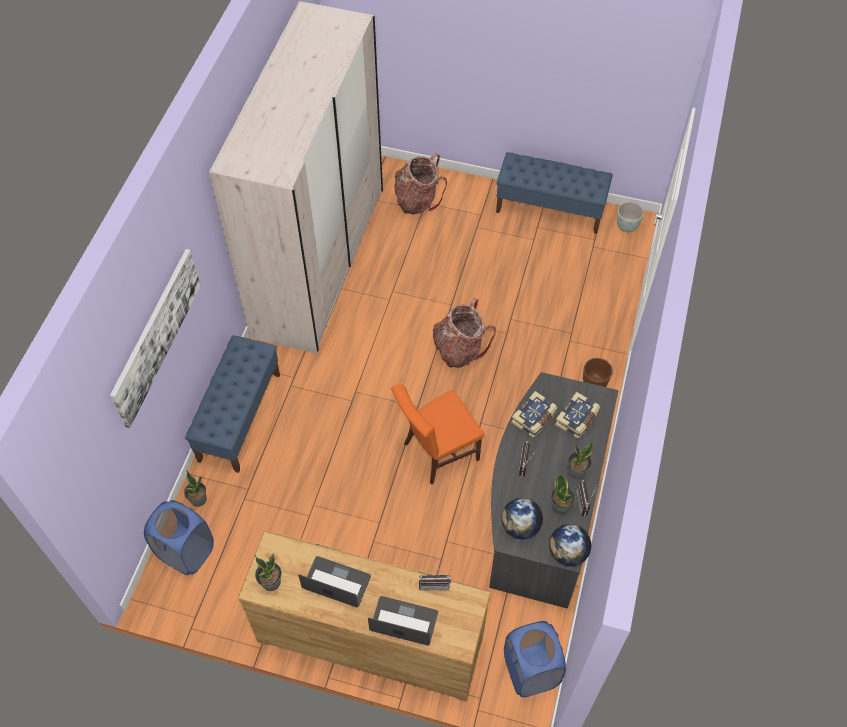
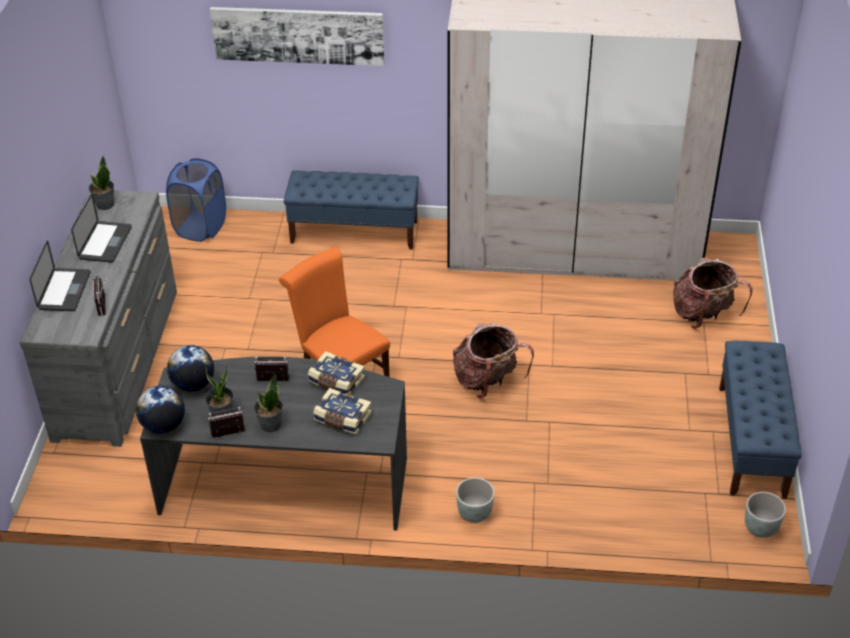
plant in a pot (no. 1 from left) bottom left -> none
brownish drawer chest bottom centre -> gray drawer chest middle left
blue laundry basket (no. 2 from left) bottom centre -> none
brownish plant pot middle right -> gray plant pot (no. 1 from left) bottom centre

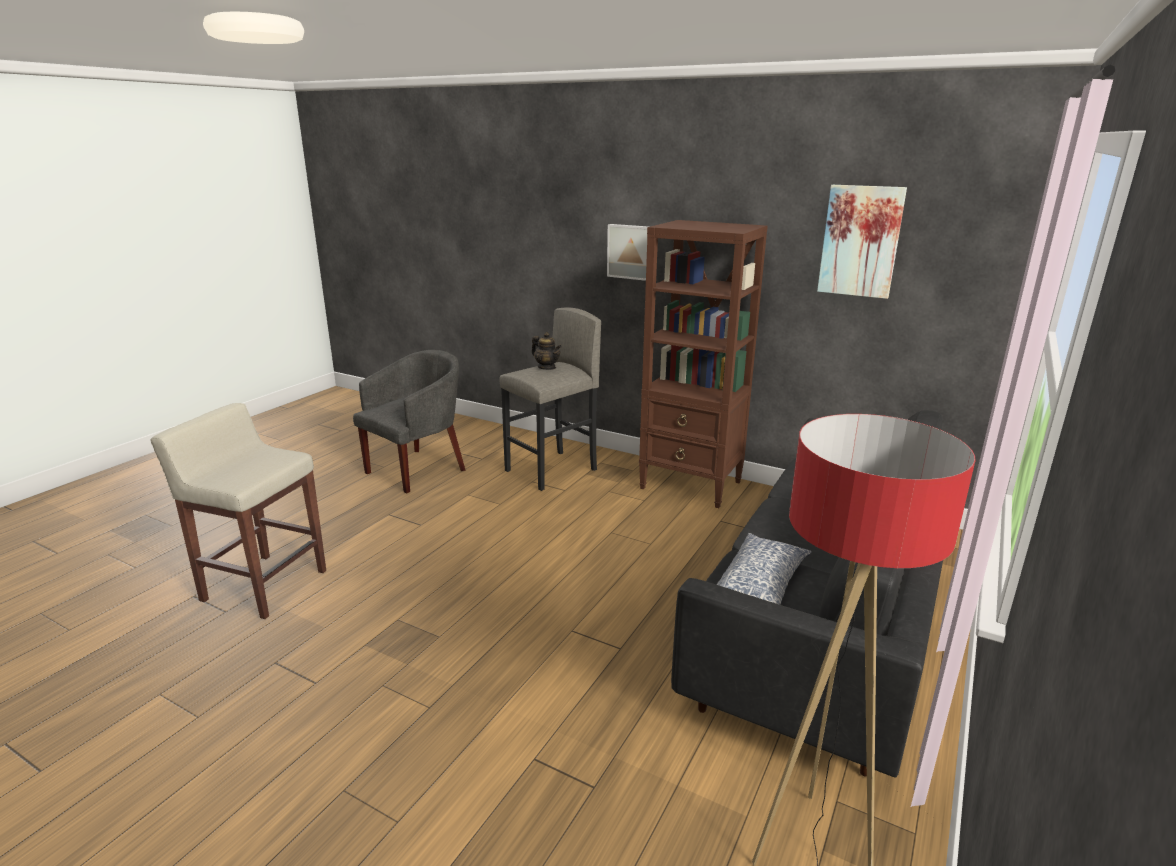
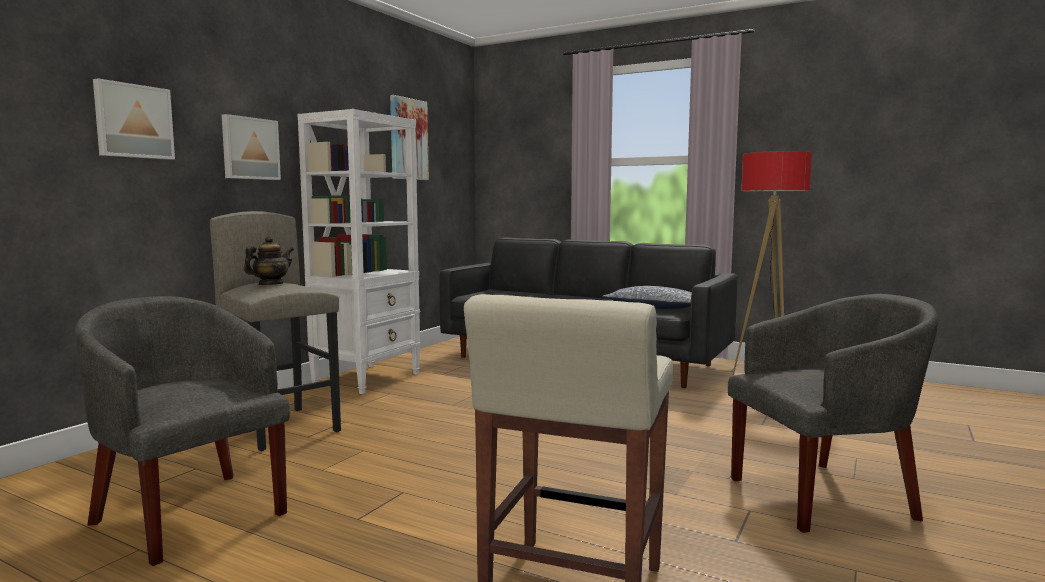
brownish bookshelf centre -> whitish bookshelf centre
none -> wall picture (no. 1 from left) top left
none -> gray easy chair (no. 2 from left) bottom right

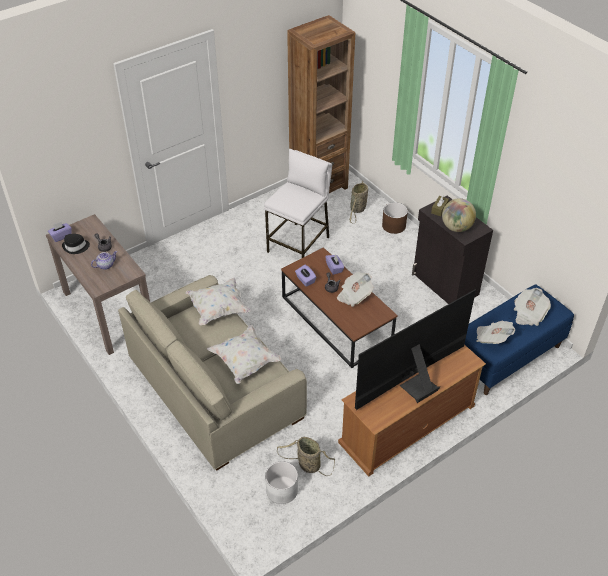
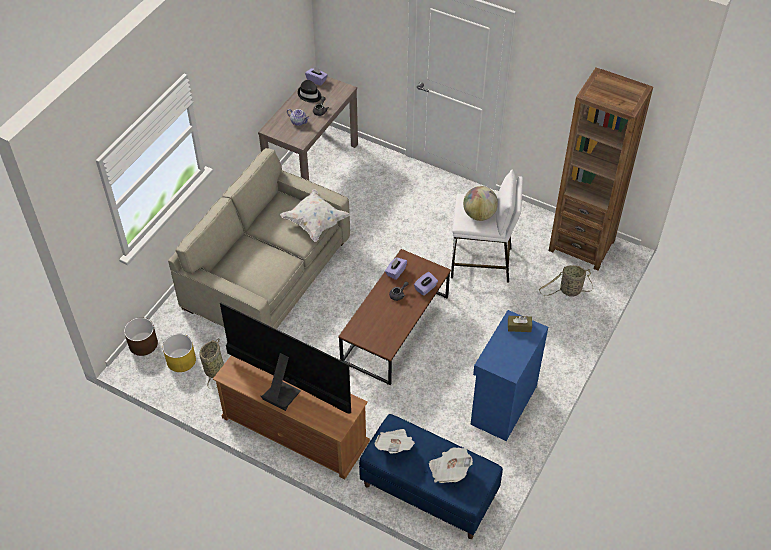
whitish throw pillow (no. 2 from left) centre -> none
whitish plant pot bottom centre -> yellow-coloured plant pot middle left
daily paper (no. 1 from left) centre -> none
brownish plant pot centre -> brownish plant pot middle left, relocated
black storage cabinet middle right -> blue storage cabinet bottom centre
desk globe middle right -> desk globe centre, relocated

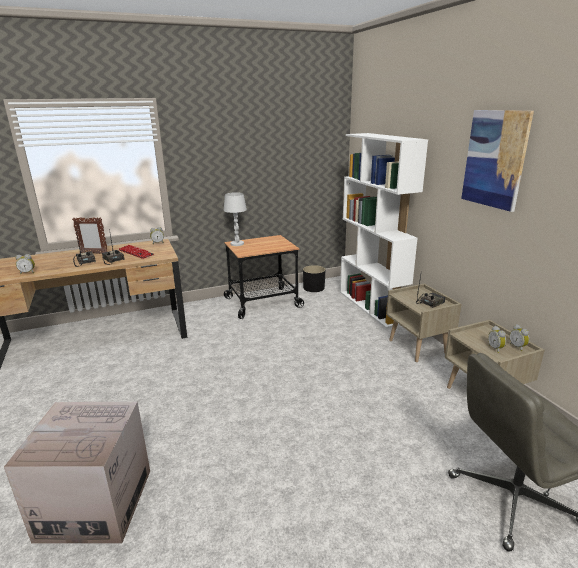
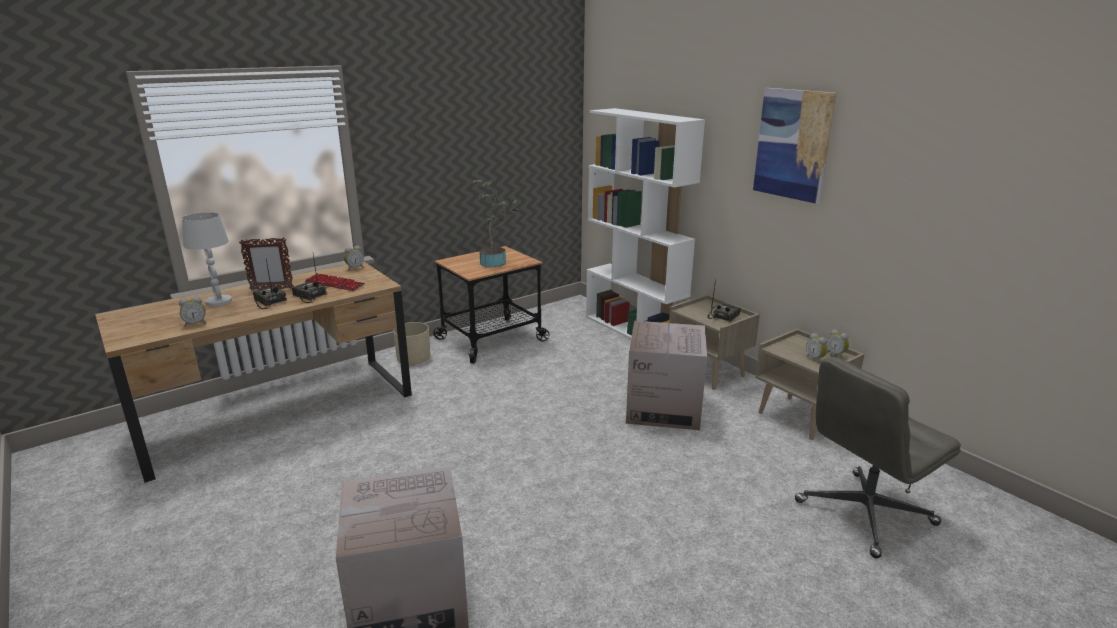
whitish table lamp centre -> whitish table lamp middle left, relocated
black plant pot centre -> none
none -> beige plant pot centre
none -> plant in a pot centre
none -> packing box (no. 2 from left) centre

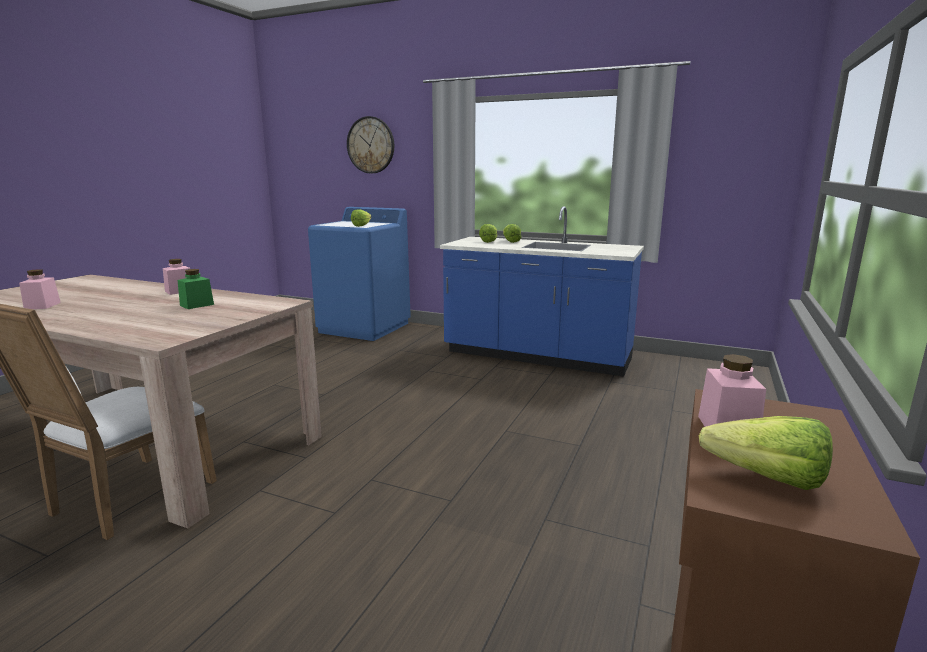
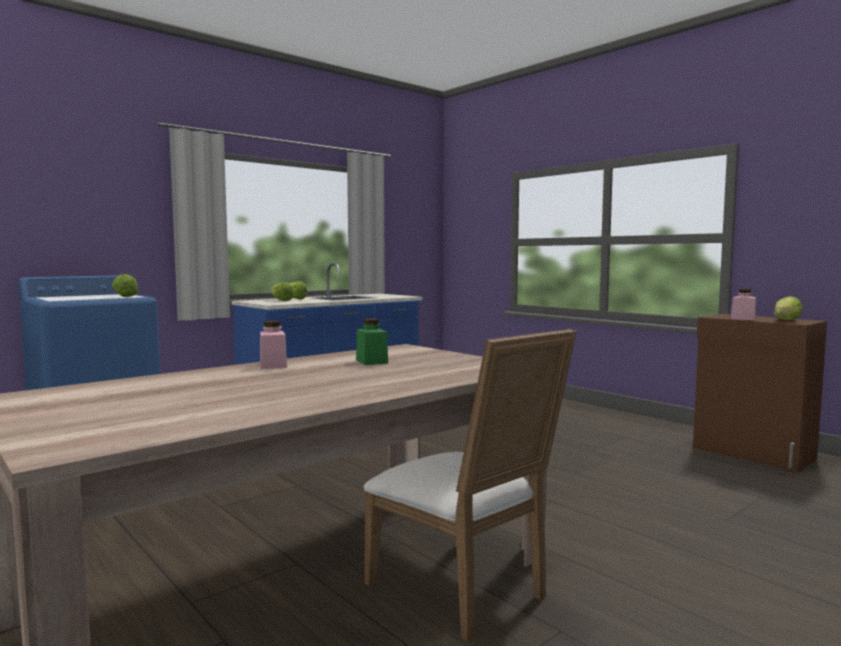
pink-coloured jar (no. 1 from left) middle left -> none
wall clock top centre -> none

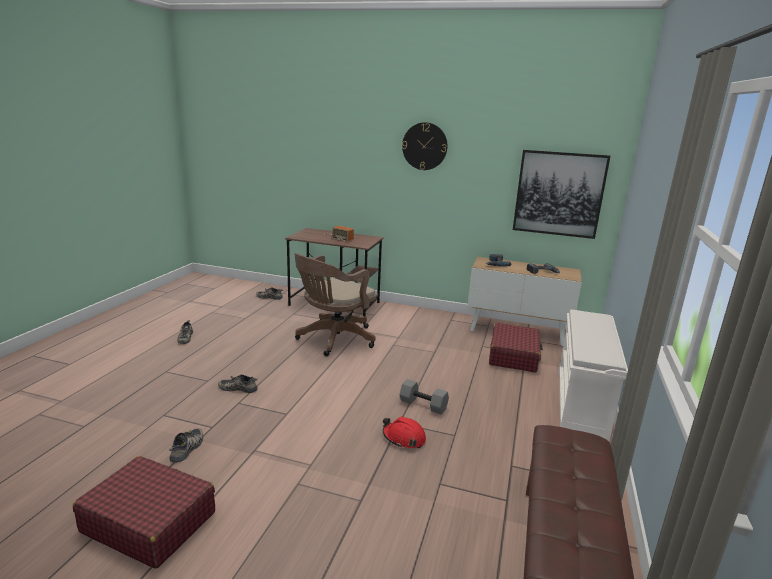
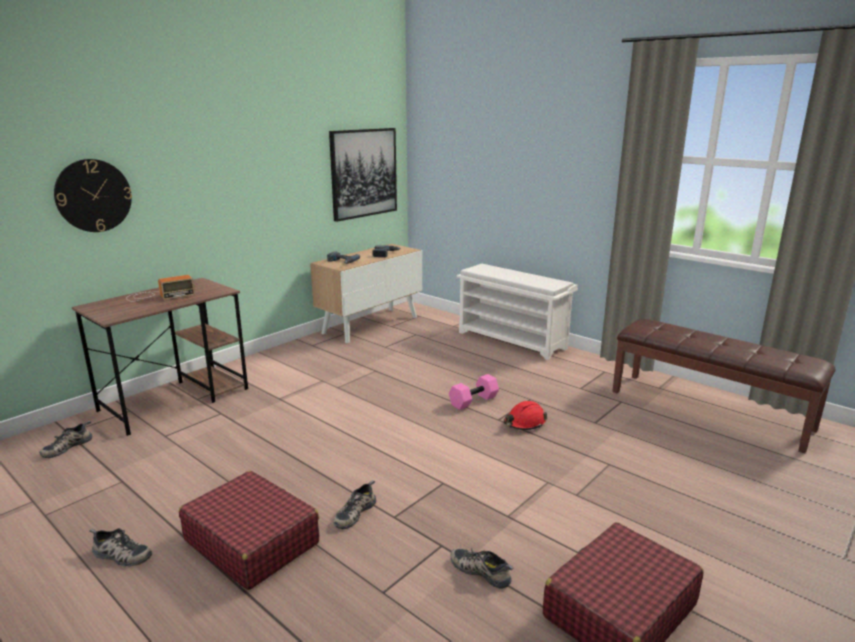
brownish desk chair centre -> none
gray hand weight bottom centre -> pink-coloured hand weight centre
wall clock top centre -> wall clock top left, relocated
red suitcase (no. 2 from left in the first image) middle right -> red suitcase (no. 1 from left) bottom left, relocated

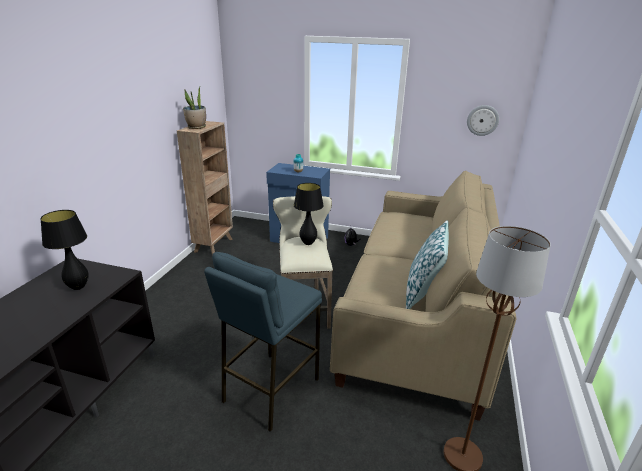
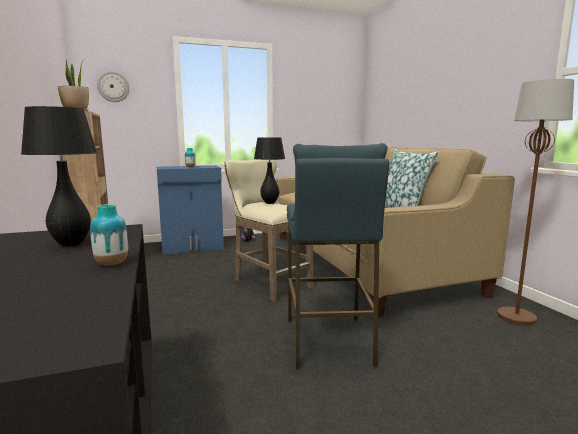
wall clock top right -> wall clock top left, relocated
none -> flower vase (no. 1 from left) middle left

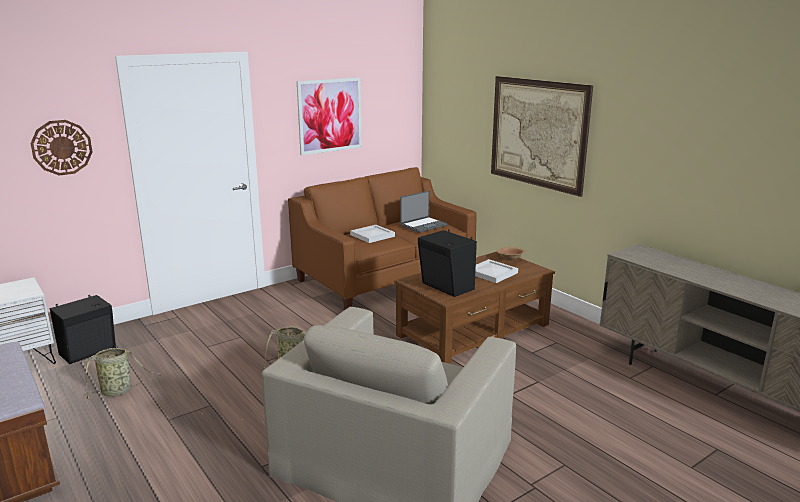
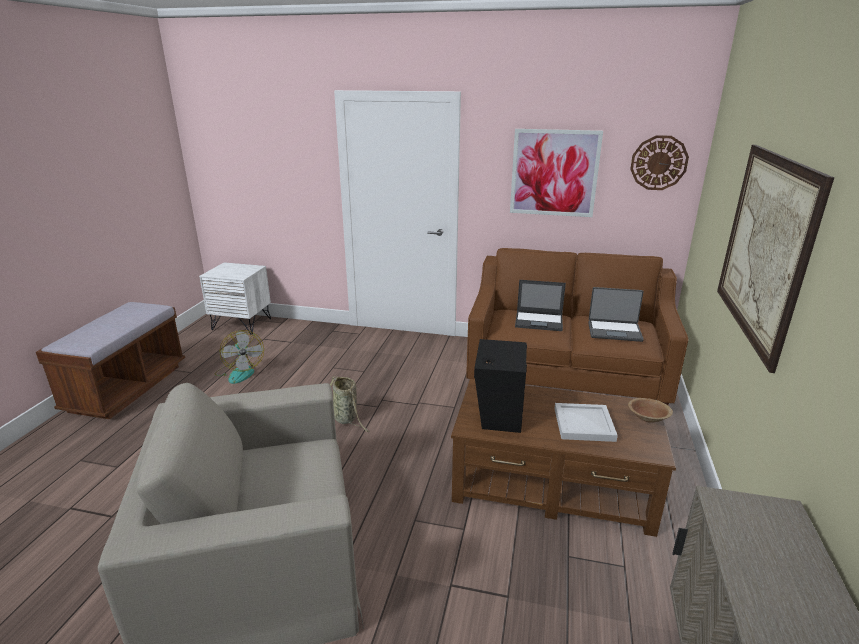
wall clock top left -> wall clock top right, relocated
black speaker (no. 1 from left) middle left -> none
household basket (no. 1 from left) bottom left -> electric fan middle left
whitish carrying tray (no. 1 from left) centre -> notebook computer (no. 1 from left) centre

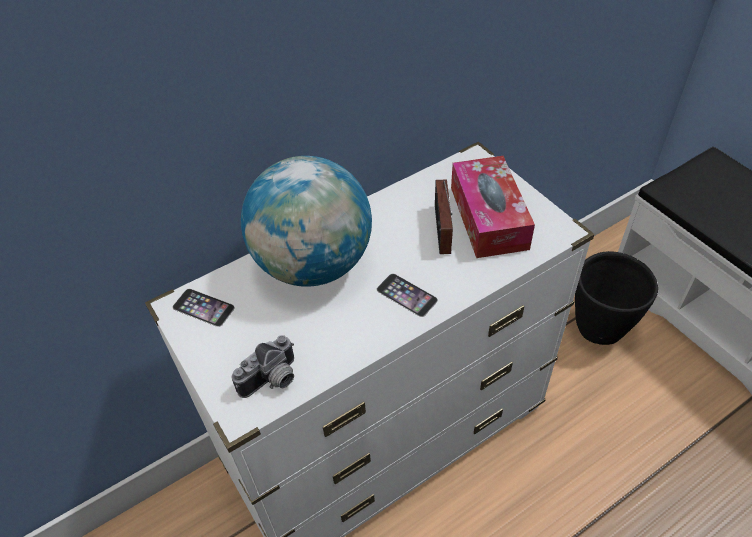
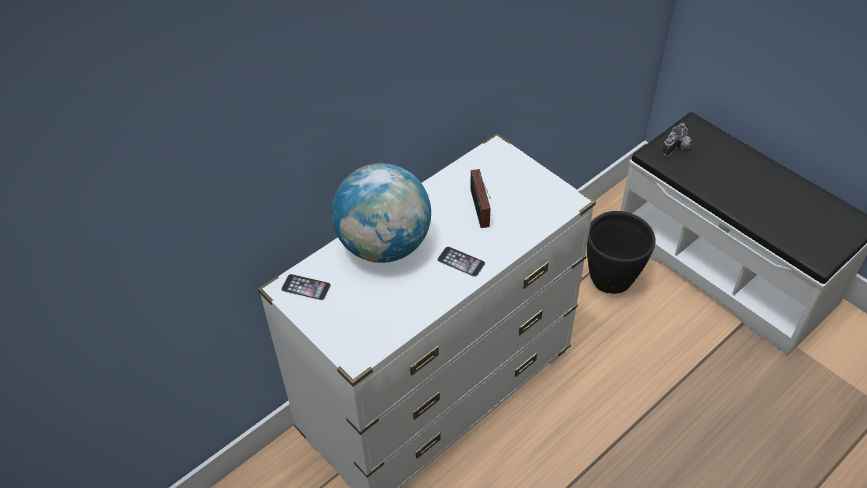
still camera bottom centre -> still camera top right, relocated
box of tissues centre -> none

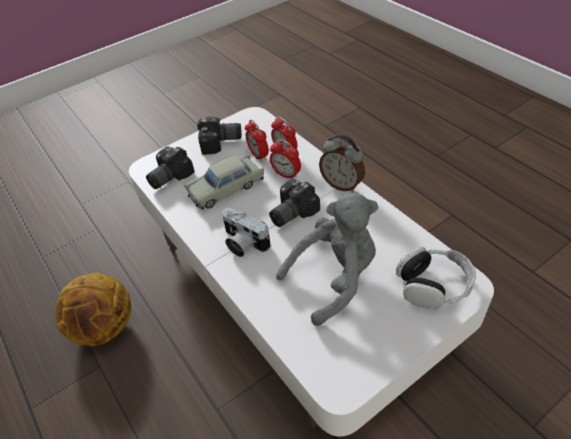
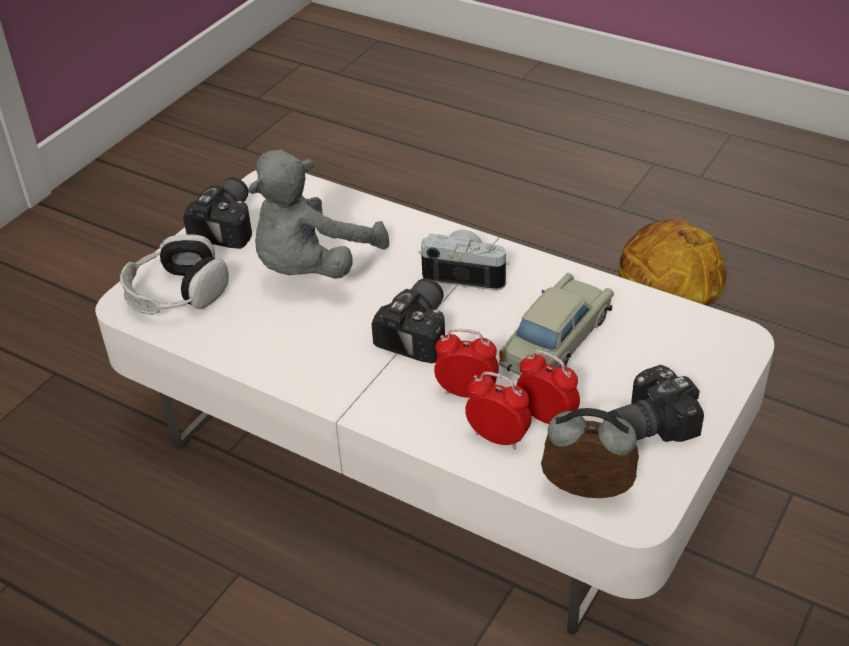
still camera (no. 1 from left) middle left -> still camera (no. 1 from left) top left, relocated
table clock (no. 4 from left) centre -> table clock (no. 4 from left) bottom right, relocated

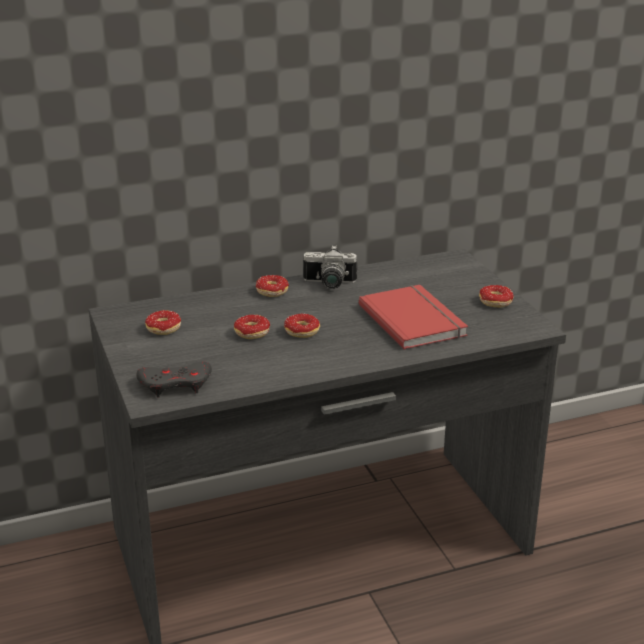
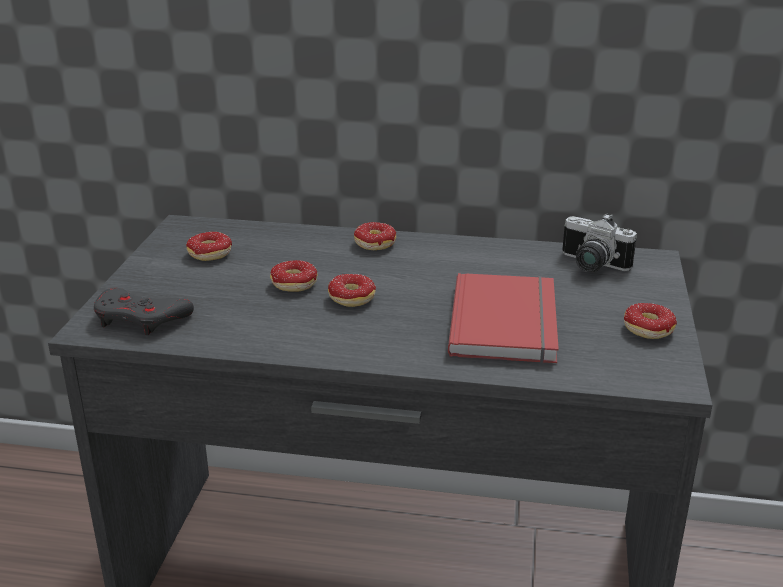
still camera centre -> still camera middle right, relocated

